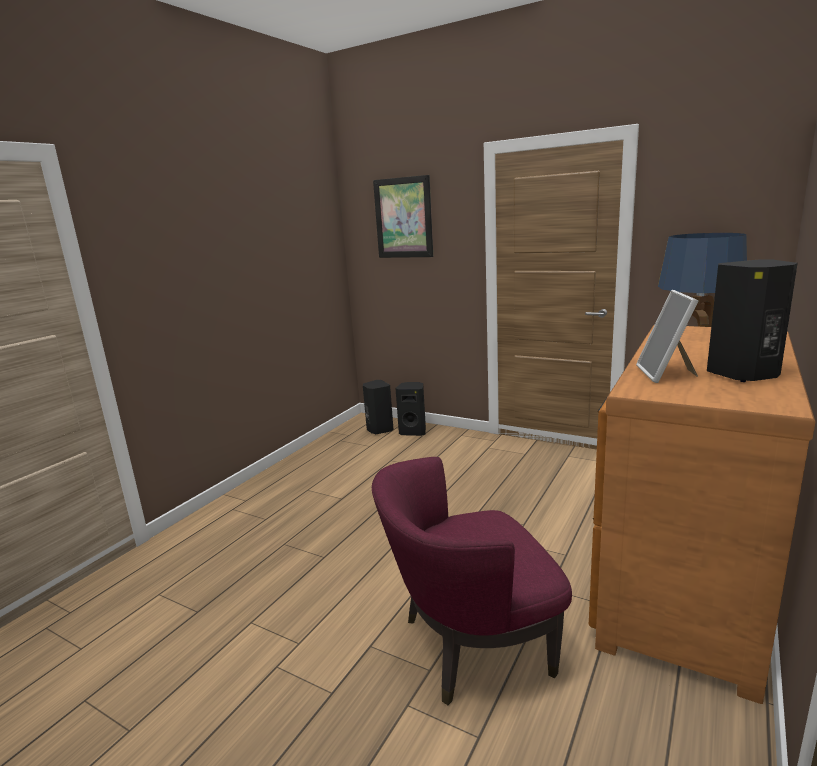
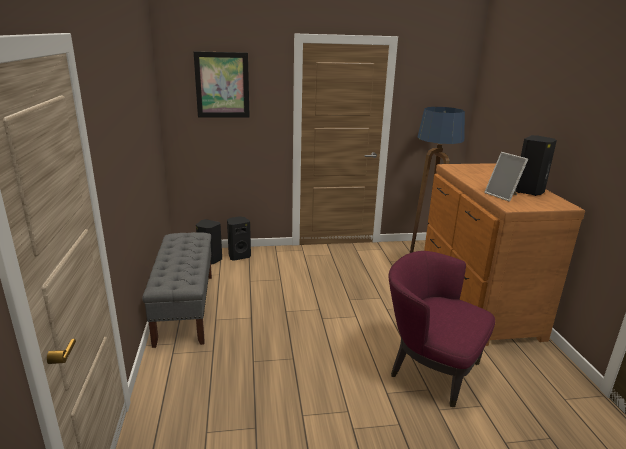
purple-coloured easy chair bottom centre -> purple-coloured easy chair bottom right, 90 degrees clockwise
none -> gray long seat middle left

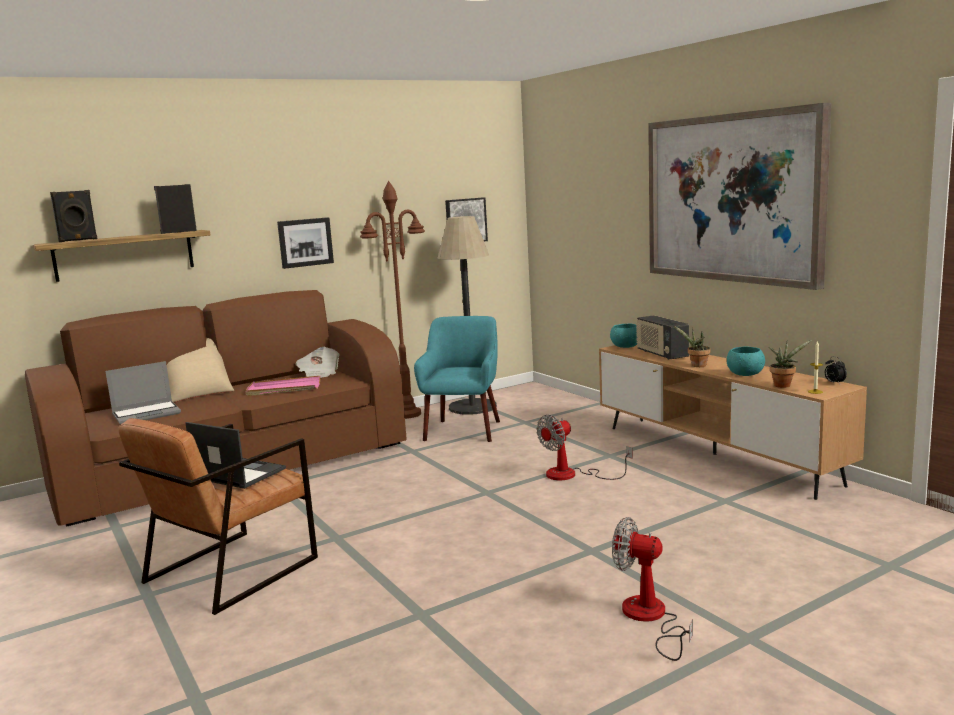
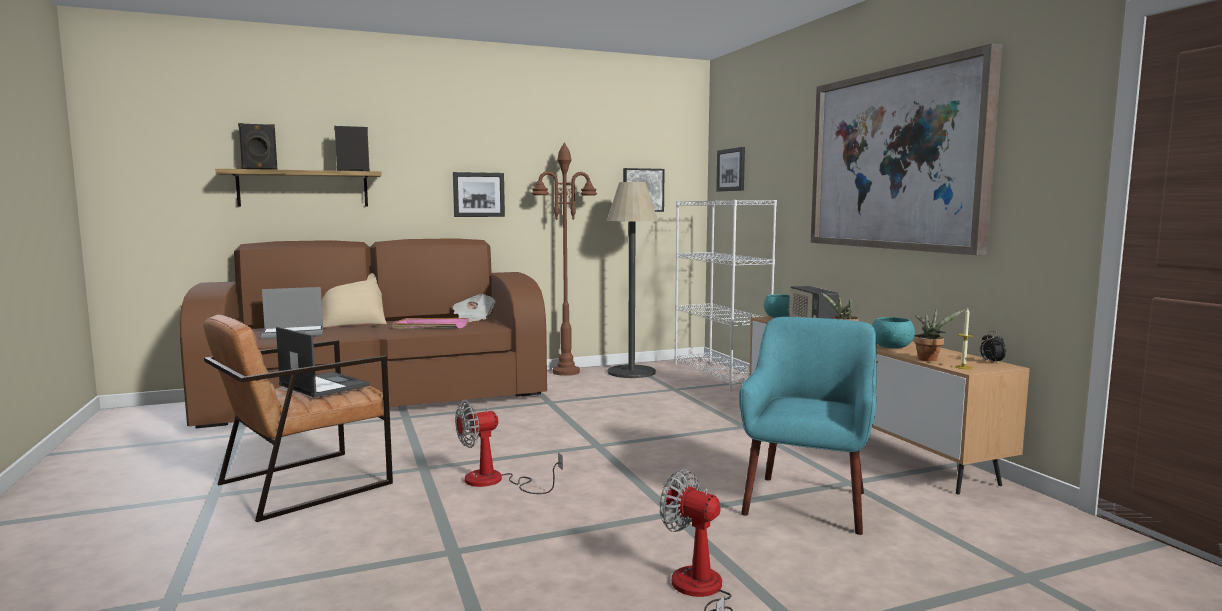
blue-green easy chair centre -> blue-green easy chair bottom centre, relocated
electric fan (no. 1 from left) centre -> electric fan (no. 1 from left) bottom centre, relocated
none -> whitish bookshelf centre
none -> wall picture (no. 3 from left) top centre

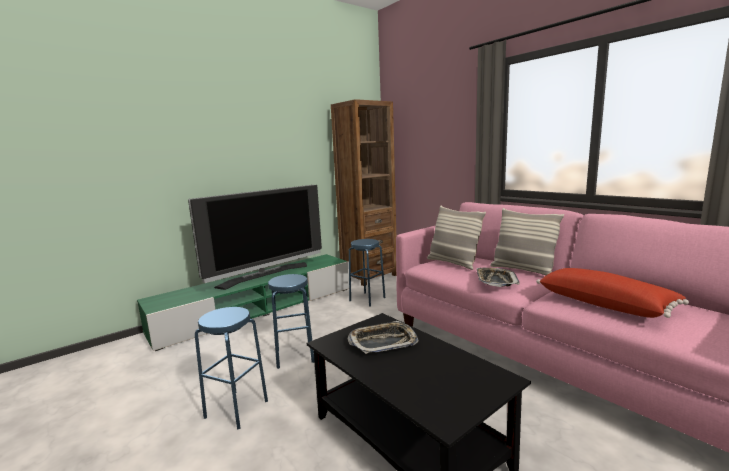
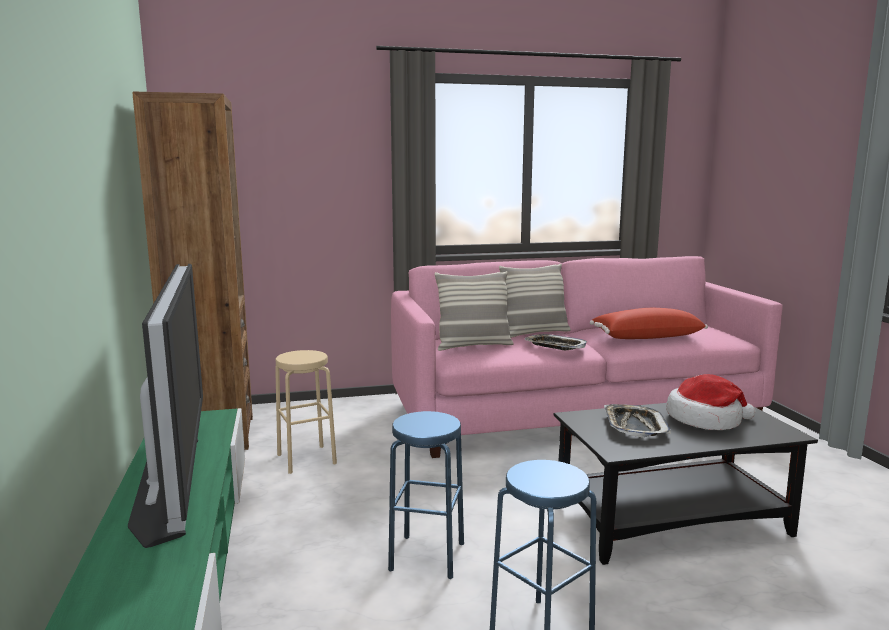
blue stool seat (no. 3 from left) centre -> beige stool seat centre
none -> wearable hat middle right

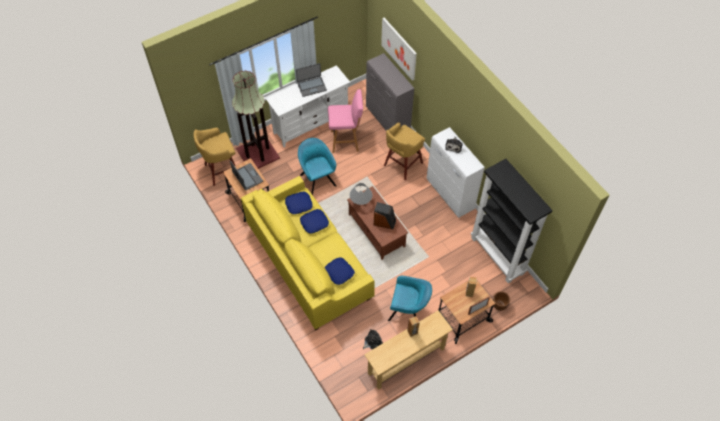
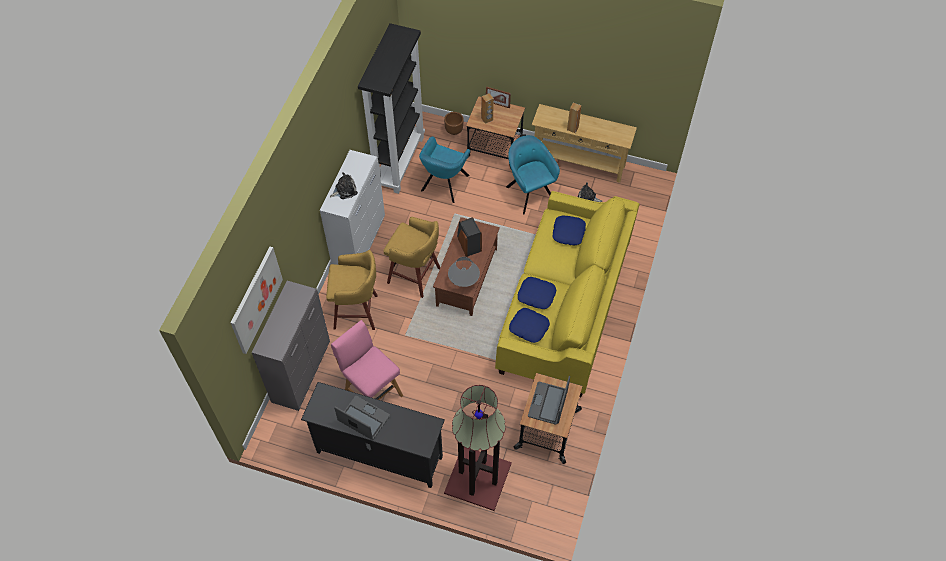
yellow-coloured stool seat (no. 1 from left in the first image) middle left -> yellow-coloured stool seat (no. 2 from left) centre, relocated
whitish tv stand top centre -> black tv stand bottom centre
blue-green easy chair (no. 1 from left) centre -> blue-green easy chair (no. 1 from left) top centre, relocated

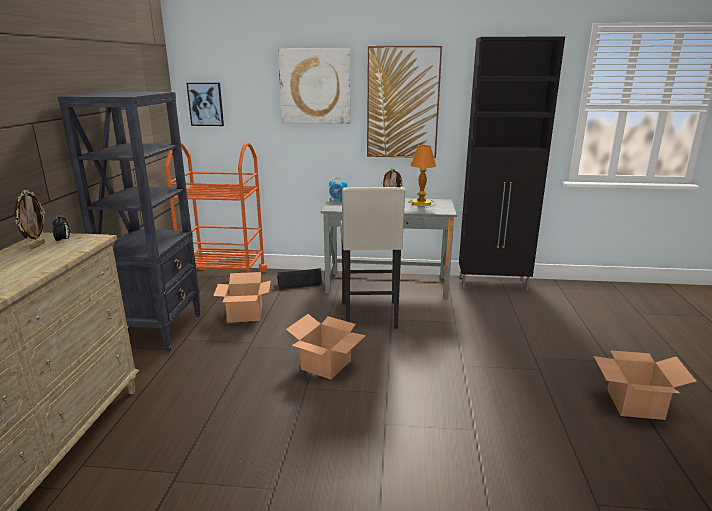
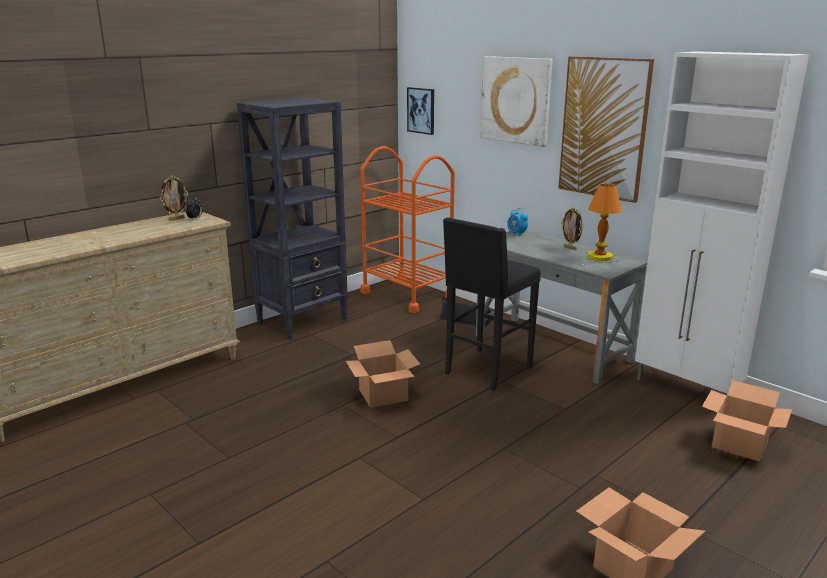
packing box (no. 1 from left in the first image) centre -> packing box (no. 3 from left) bottom right, relocated
beige stool seat centre -> black stool seat centre
black storage cabinet top right -> whitish storage cabinet middle right

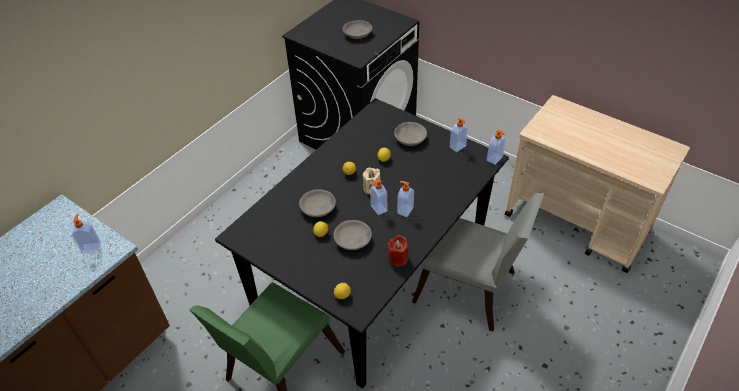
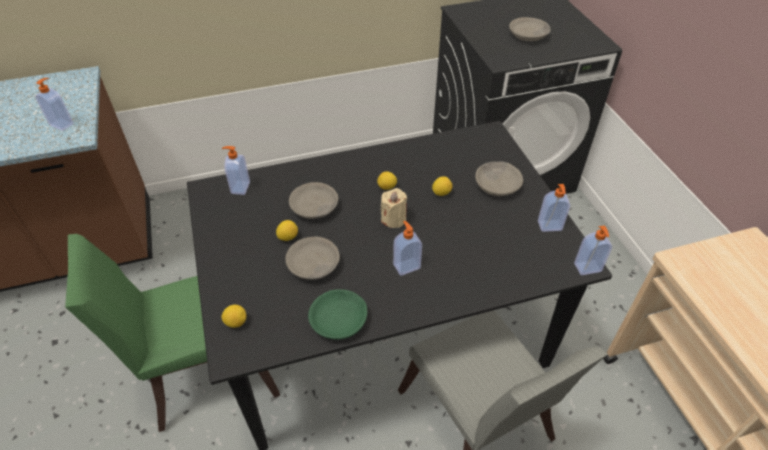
soap bottle (no. 2 from left) centre -> soap bottle (no. 2 from left) middle left, relocated
red candle centre -> green serving bowl bottom centre

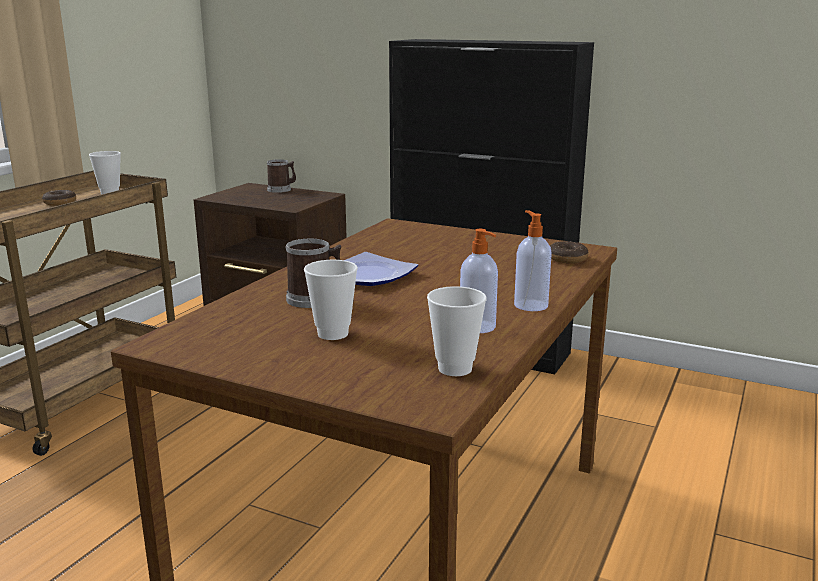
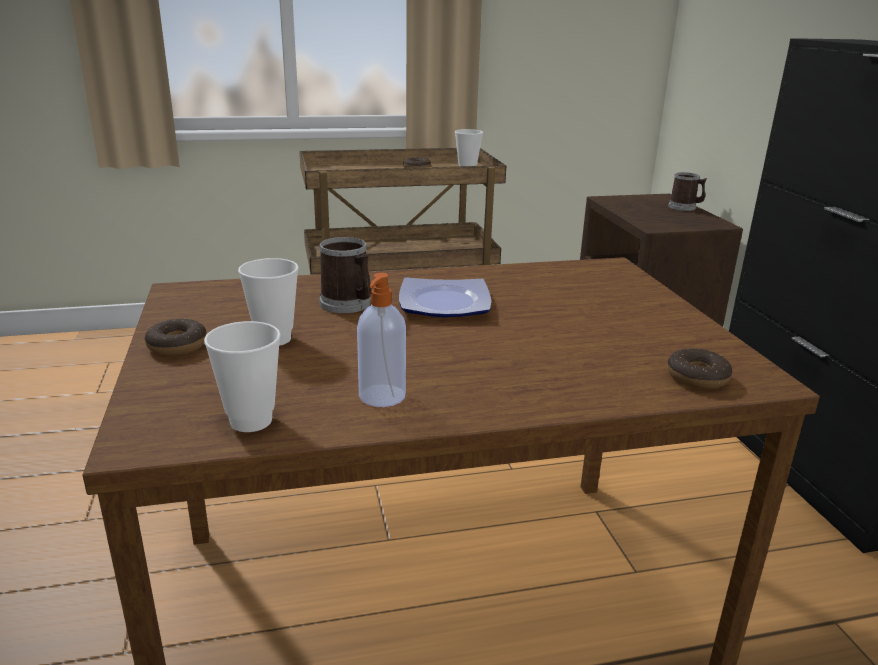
soap bottle (no. 2 from left) centre -> none
none -> doughnut (no. 1 from left) middle left

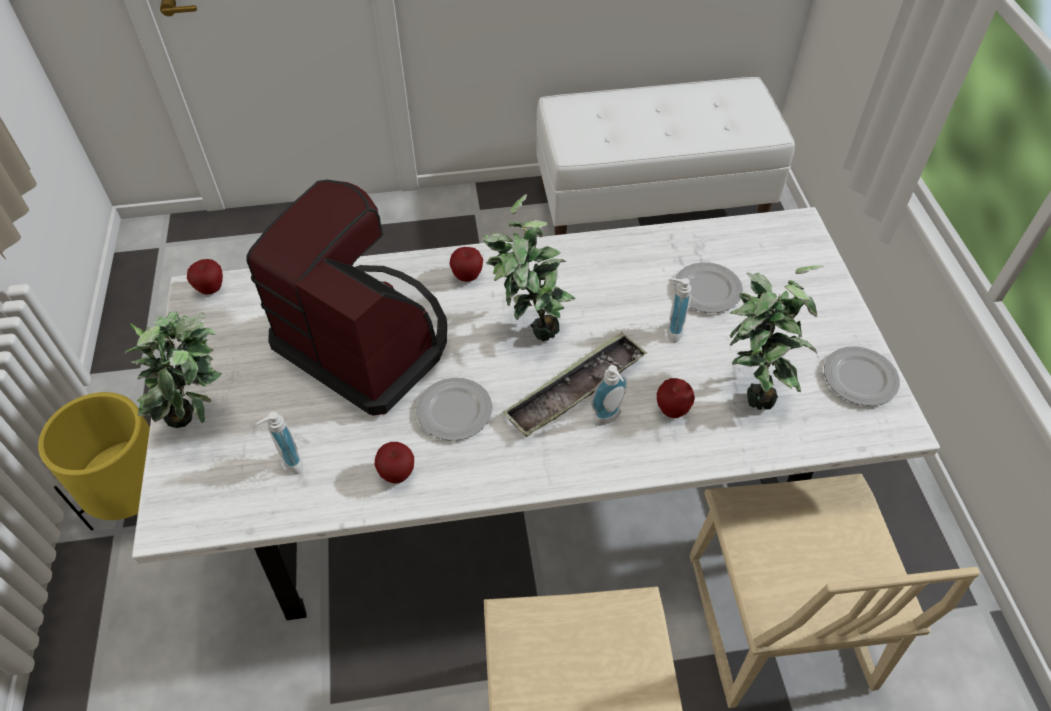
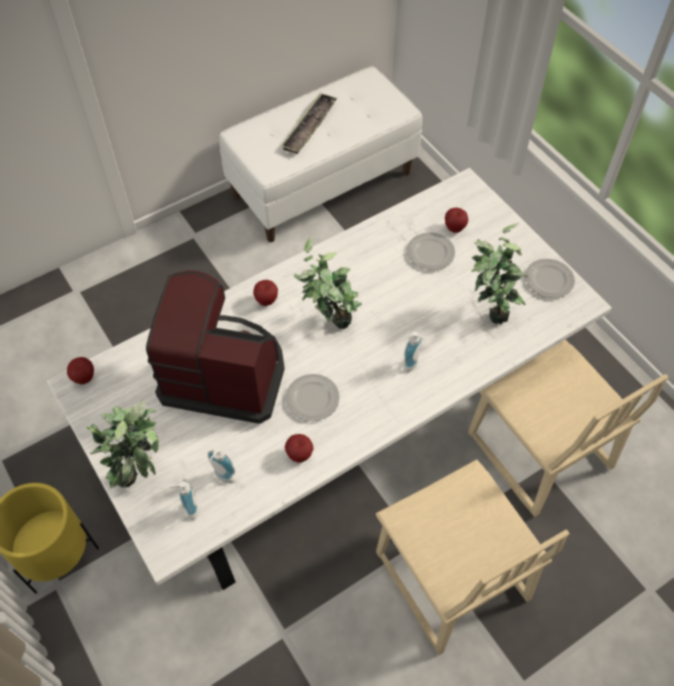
carrying tray centre -> carrying tray top centre, relocated
apple fruit (no. 4 from left) centre -> apple fruit (no. 4 from left) top right, relocated
soap bottle (no. 3 from left in the first image) centre -> soap bottle (no. 1 from left) bottom left, relocated

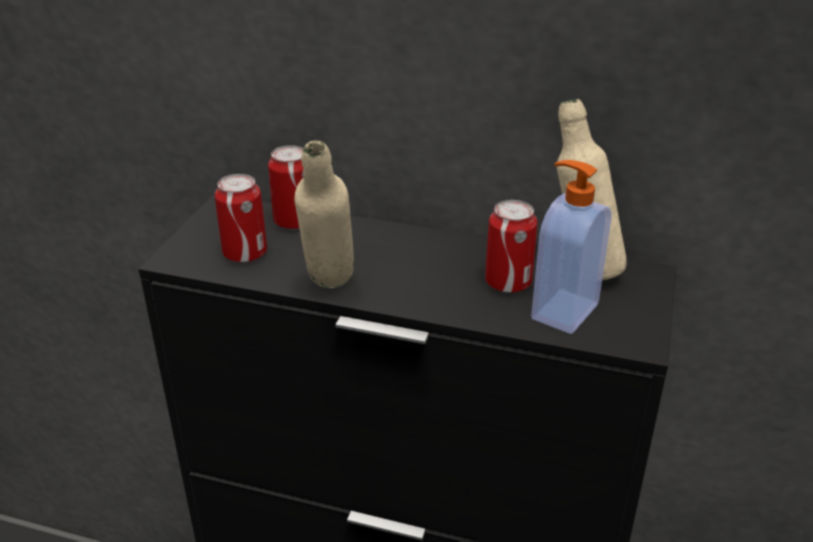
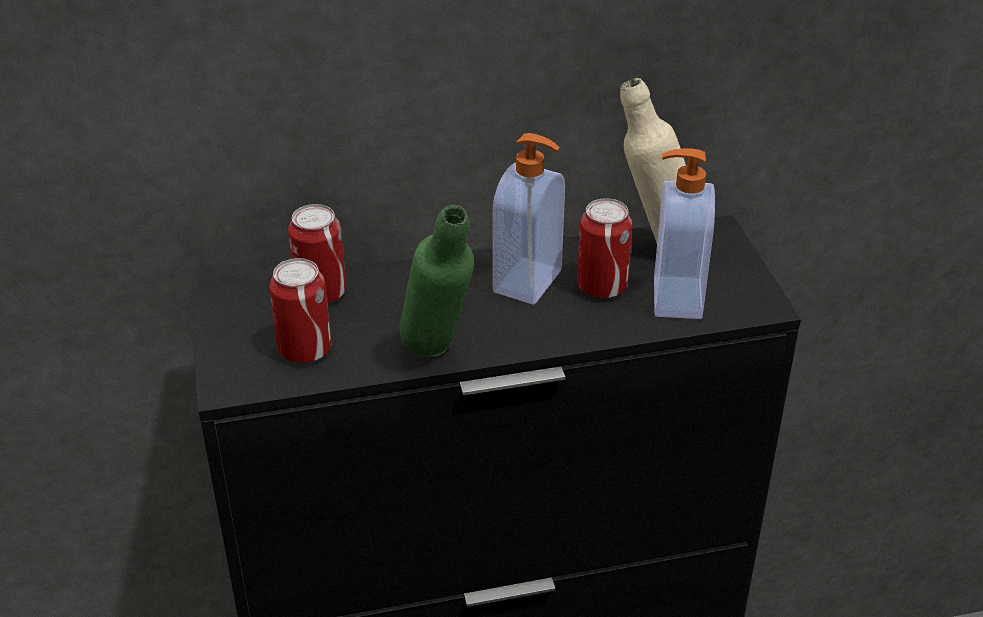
beige bottle (no. 1 from left) centre -> green bottle centre
none -> soap bottle (no. 1 from left) centre

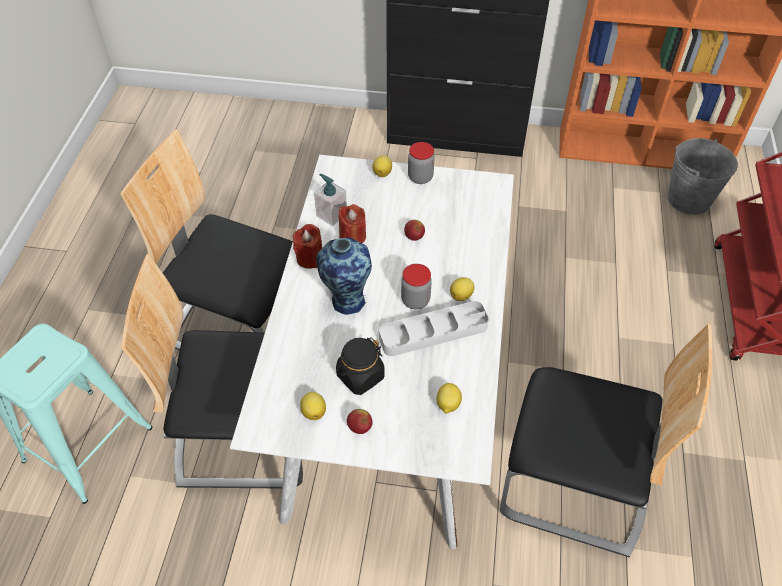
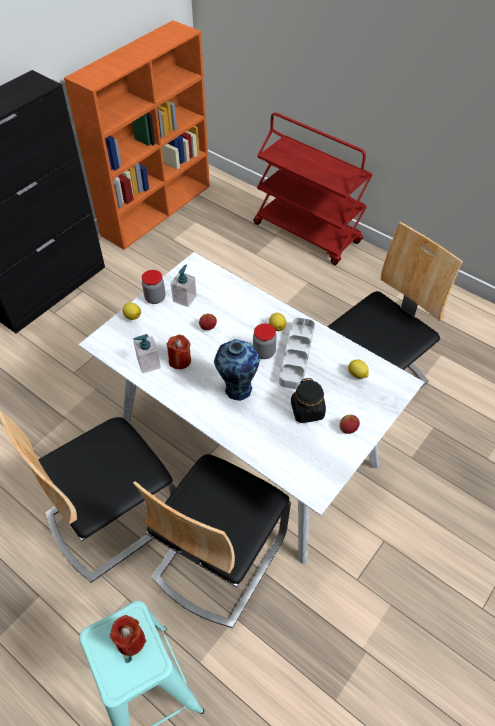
red candle (no. 1 from left) centre -> red candle (no. 1 from left) bottom left, relocated
whole lemon (no. 1 from left) bottom centre -> none
gray pail top right -> none
none -> soap bottle (no. 2 from left) centre

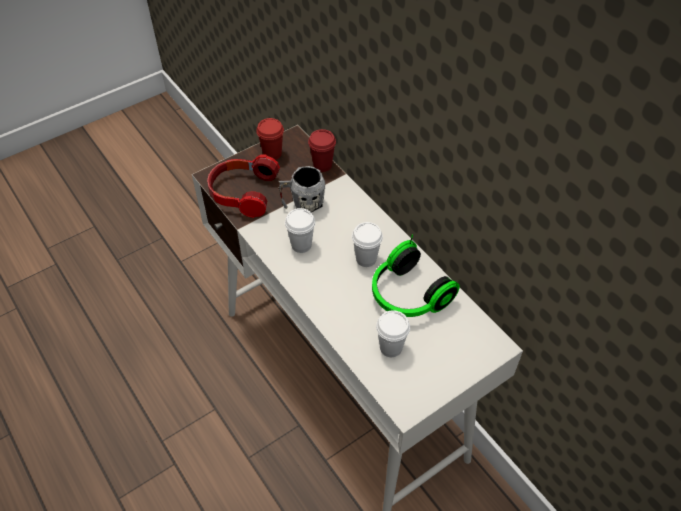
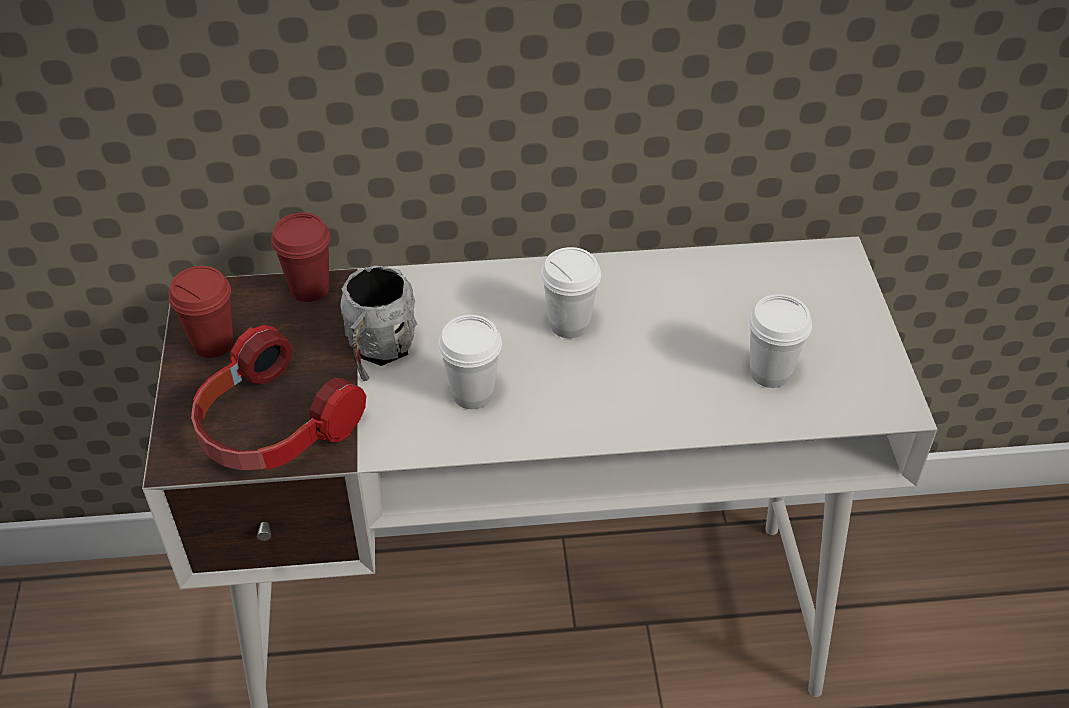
headset (no. 2 from left) centre -> none

